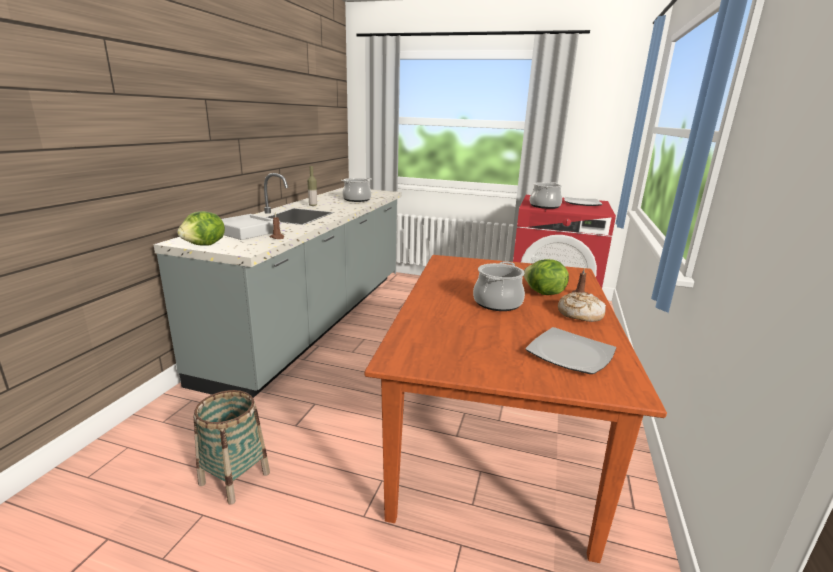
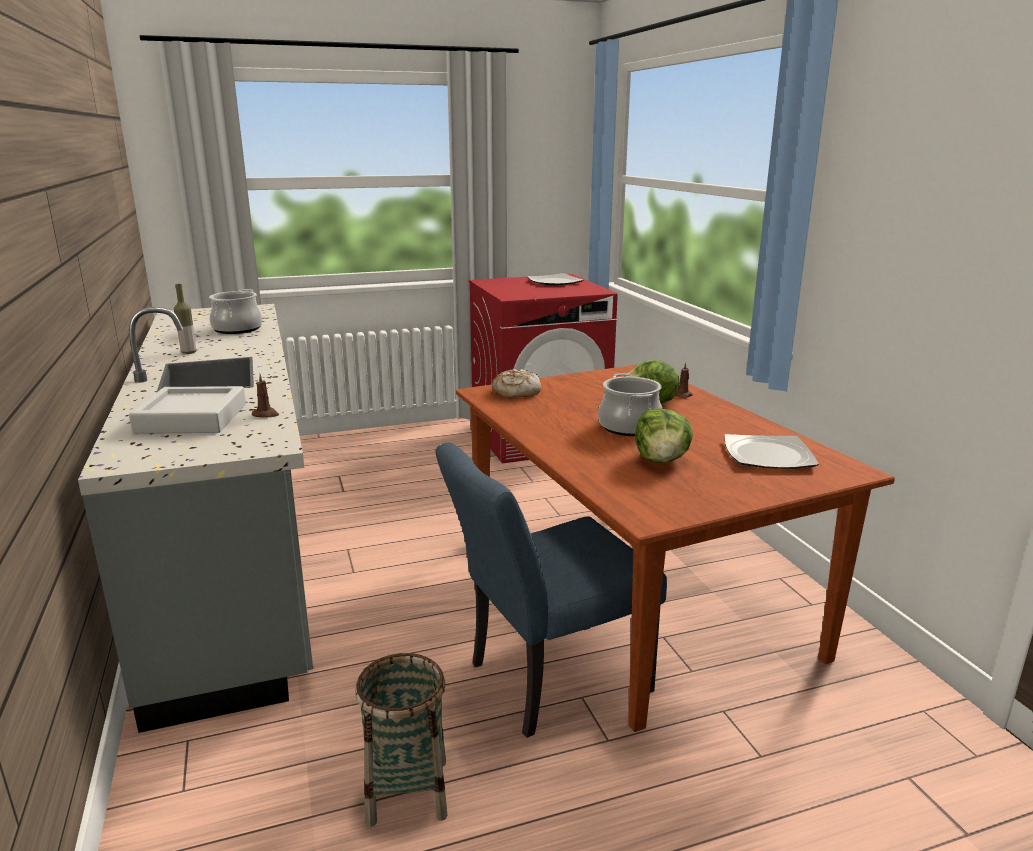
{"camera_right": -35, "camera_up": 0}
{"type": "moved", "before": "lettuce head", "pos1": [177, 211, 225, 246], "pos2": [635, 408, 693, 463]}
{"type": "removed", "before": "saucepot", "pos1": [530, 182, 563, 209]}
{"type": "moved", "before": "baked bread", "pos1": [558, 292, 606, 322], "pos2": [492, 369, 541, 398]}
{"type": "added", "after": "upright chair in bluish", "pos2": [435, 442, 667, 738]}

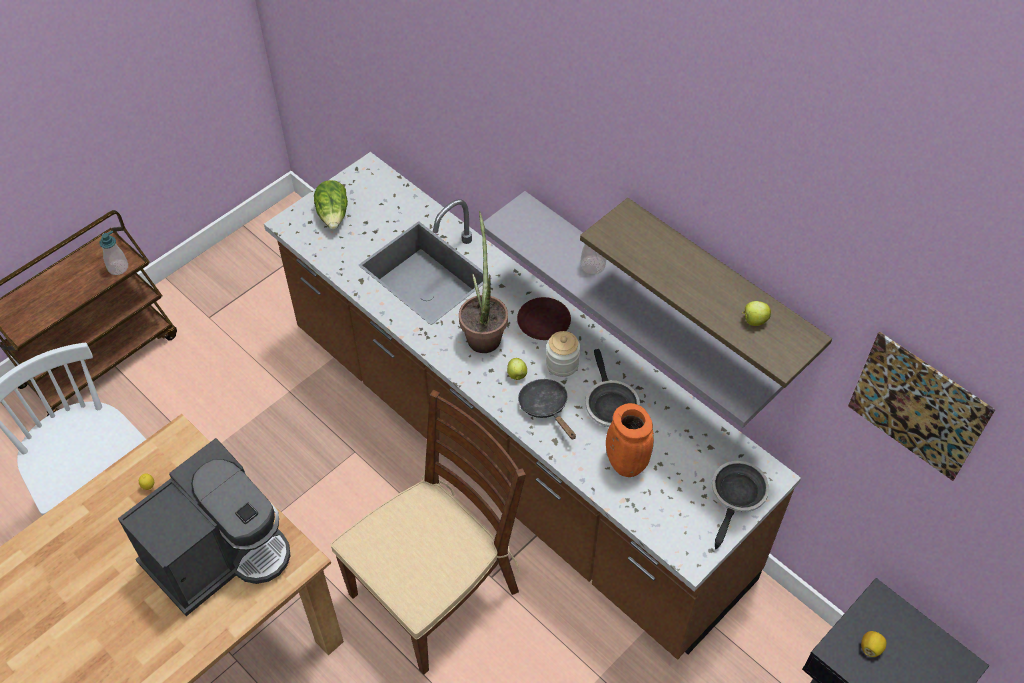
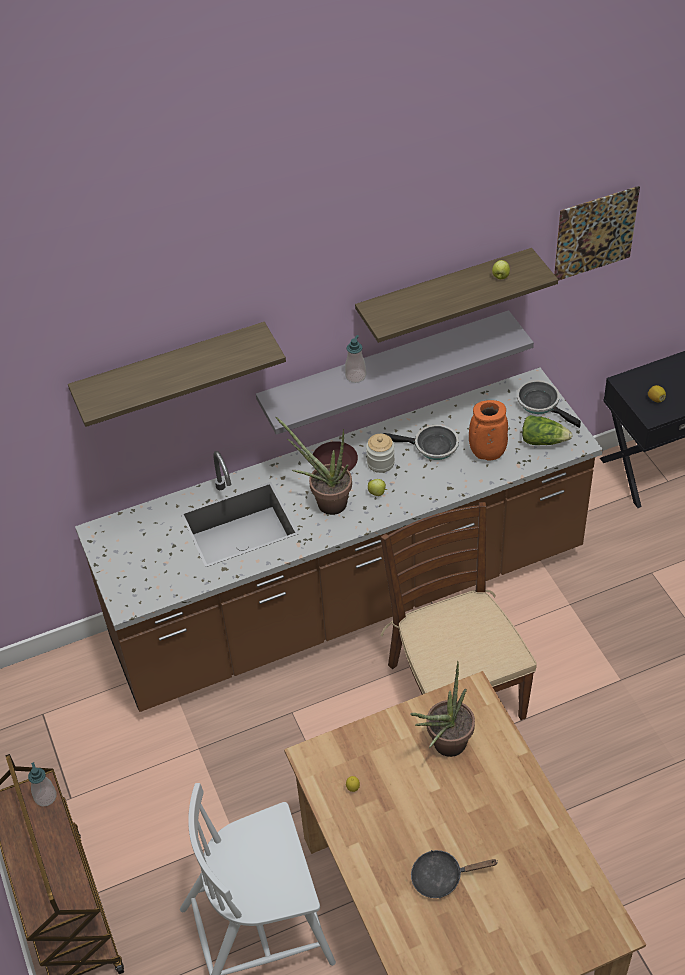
{"camera_right": -65, "camera_up": -5}
{"type": "replaced", "before": "coffee machine", "after": "plant in a pot", "pos1": [118, 438, 291, 616], "pos2": [410, 660, 475, 757]}
{"type": "moved", "before": "lettuce head", "pos1": [314, 180, 348, 229], "pos2": [522, 415, 573, 445]}
{"type": "moved", "before": "pan in black", "pos1": [518, 379, 576, 440], "pos2": [411, 850, 497, 898]}
{"type": "added", "after": "shelf", "pos2": [68, 322, 286, 427]}

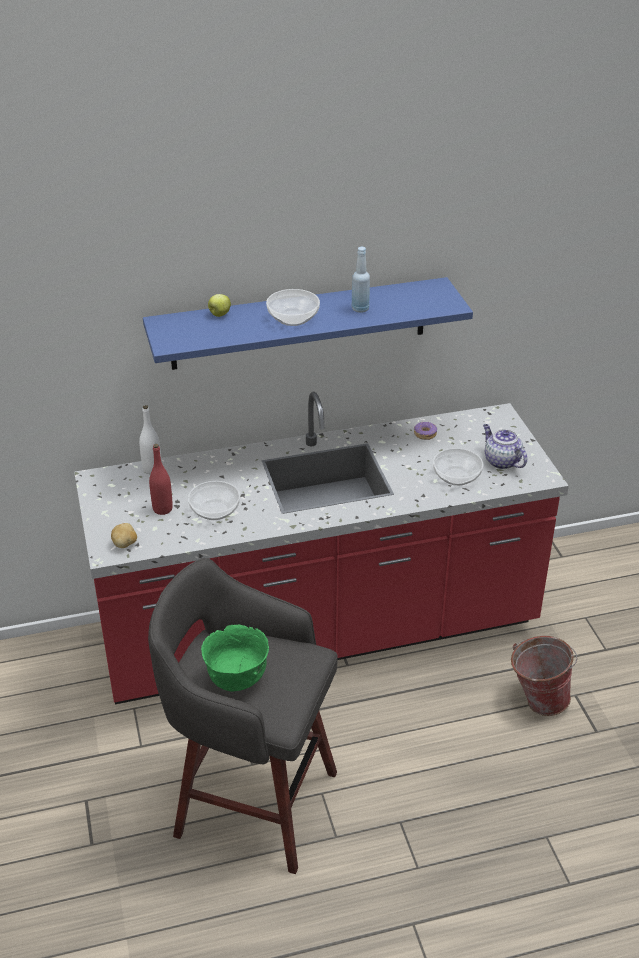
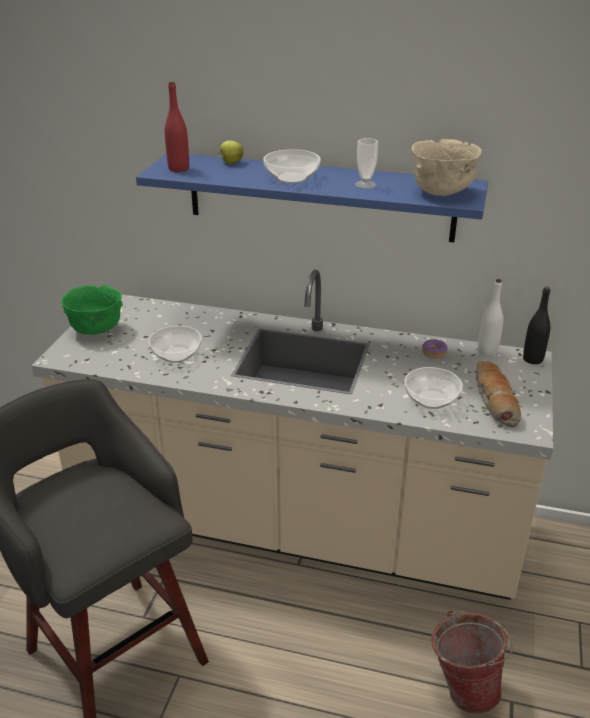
{"camera_right": 30, "camera_up": -5}
{"type": "recoloured", "before": "kitchen base unit in red-coloured", "after": "kitchen base unit in beige-coloured", "pos1": [74, 391, 569, 704], "pos2": [31, 270, 553, 600]}
{"type": "removed", "before": "potato", "pos1": [111, 523, 137, 548]}
{"type": "moved", "before": "beverage bottle in whitish", "pos1": [139, 405, 162, 474], "pos2": [478, 279, 503, 356]}
{"type": "moved", "before": "beverage bottle in red-coloured", "pos1": [149, 444, 173, 515], "pos2": [165, 82, 189, 172]}
{"type": "moved", "before": "serving bowl in greenish", "pos1": [201, 625, 269, 692], "pos2": [61, 285, 123, 335]}
{"type": "replaced", "before": "beverage bottle in bluish", "after": "cup", "pos1": [351, 247, 370, 313], "pos2": [355, 138, 378, 189]}
{"type": "replaced", "before": "teapot", "after": "baked bread", "pos1": [483, 424, 527, 469], "pos2": [476, 361, 521, 427]}
{"type": "added", "after": "serving bowl in beige-coloured", "pos2": [412, 139, 482, 196]}
{"type": "added", "after": "beverage bottle in black", "pos2": [523, 286, 550, 364]}

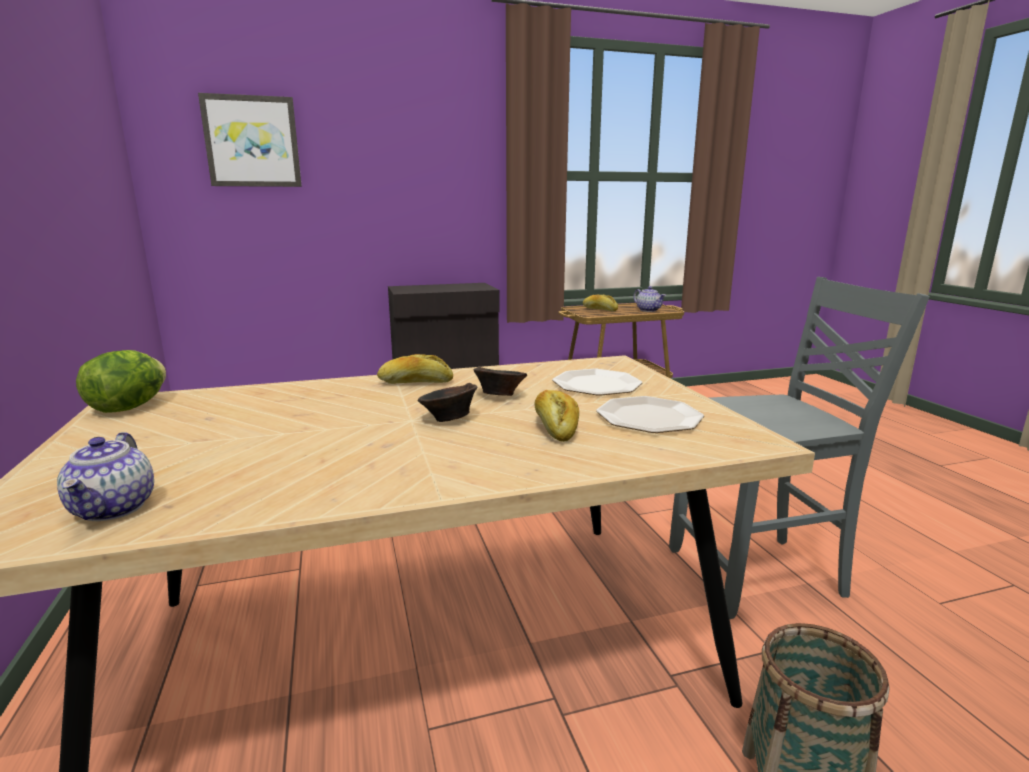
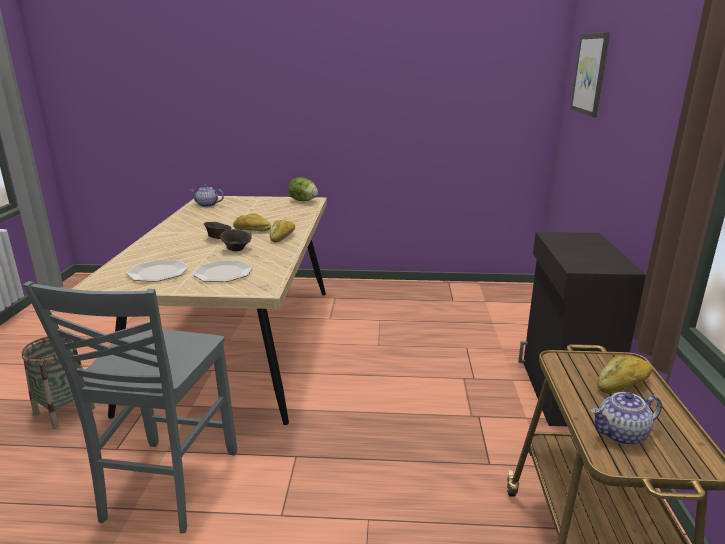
{"camera_right": 110, "camera_up": 5}
{"type": "moved", "before": "baked bread", "pos1": [535, 390, 579, 442], "pos2": [233, 213, 271, 231]}

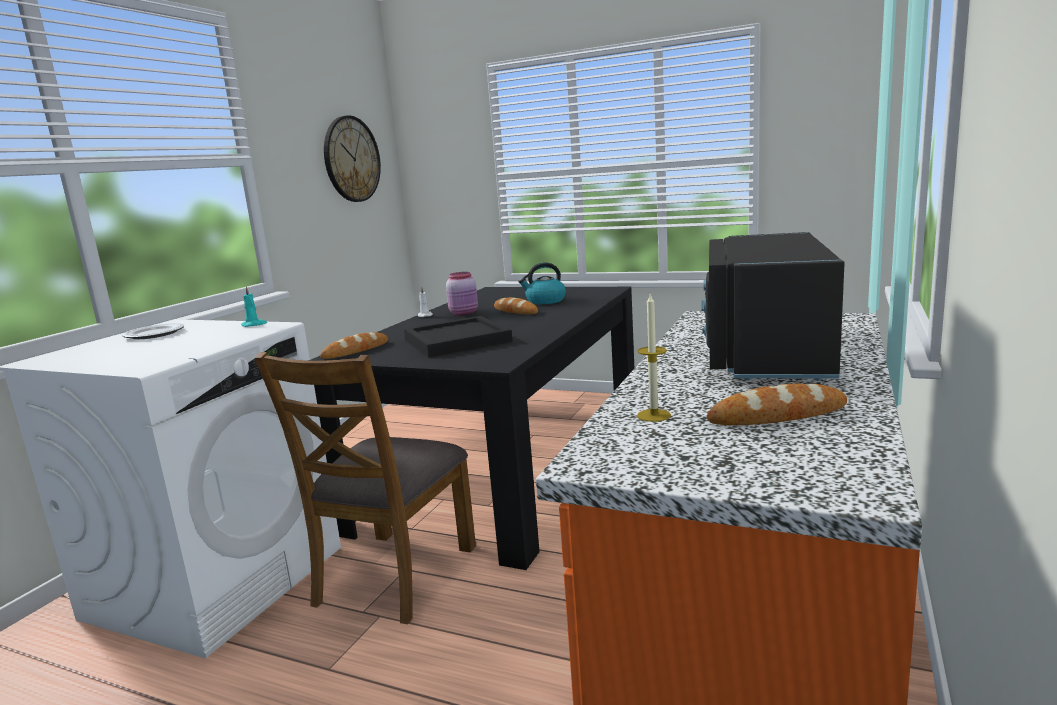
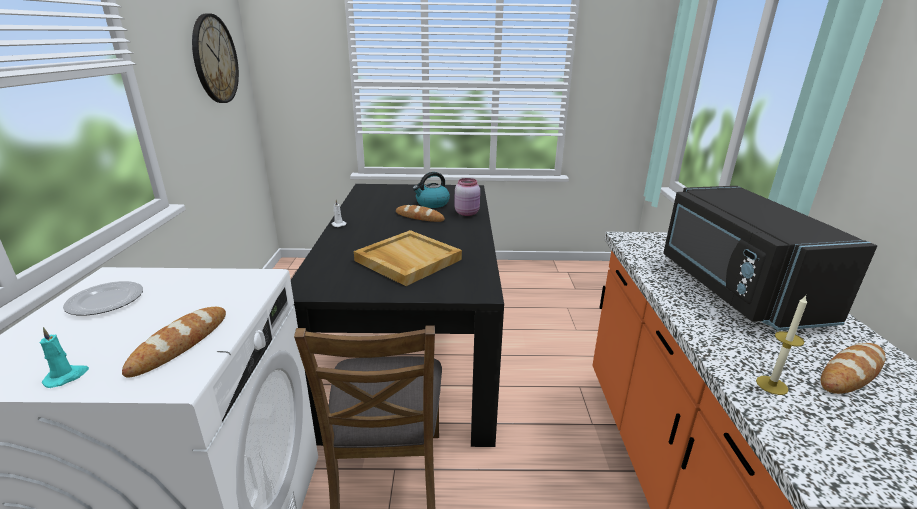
{"camera_right": -25, "camera_up": 10}
{"type": "moved", "before": "wax candle in blue-green", "pos1": [241, 286, 267, 327], "pos2": [40, 327, 89, 388]}
{"type": "moved", "before": "baked bread", "pos1": [320, 332, 388, 359], "pos2": [122, 307, 226, 377]}
{"type": "recoloured", "before": "tray in black", "after": "tray in beige-coloured", "pos1": [404, 316, 513, 357], "pos2": [354, 230, 462, 286]}
{"type": "moved", "before": "jar in pink-coloured", "pos1": [446, 272, 478, 315], "pos2": [455, 178, 480, 216]}

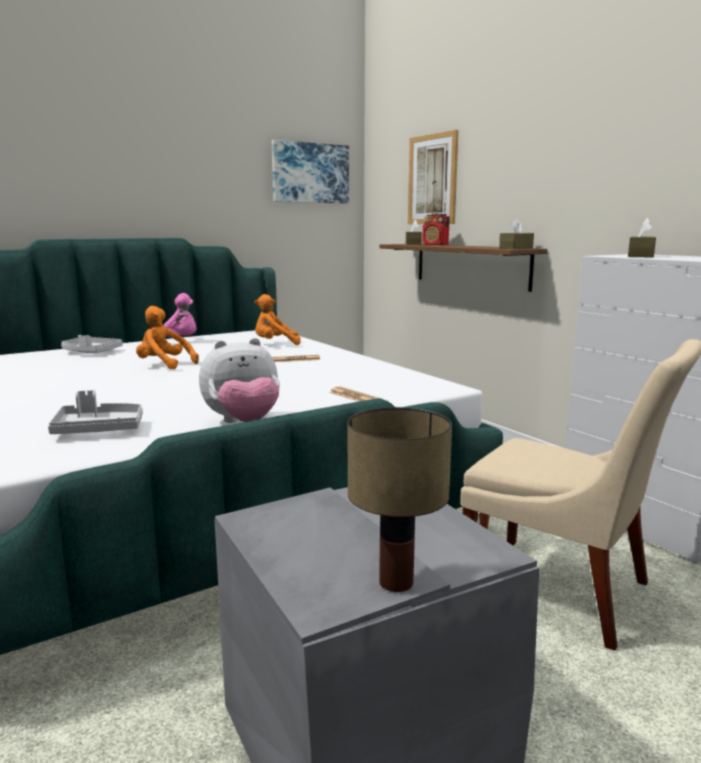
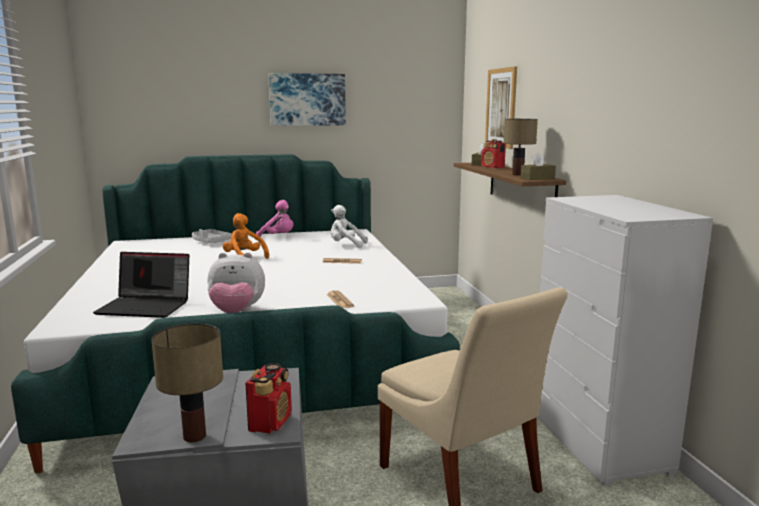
{"camera_right": 20, "camera_up": 0}
{"type": "replaced", "before": "tray in greyish", "after": "laptop", "pos1": [48, 390, 143, 434], "pos2": [93, 252, 189, 318]}
{"type": "recoloured", "before": "plush toy in orange", "after": "plush toy in whitish", "pos1": [254, 294, 301, 345], "pos2": [330, 205, 368, 248]}
{"type": "moved", "before": "wall art", "pos1": [272, 140, 349, 204], "pos2": [268, 73, 346, 126]}
{"type": "removed", "before": "tissue box in brown", "pos1": [628, 218, 656, 258]}
{"type": "added", "after": "radio set", "pos2": [245, 363, 292, 433]}
{"type": "added", "after": "table lamp", "pos2": [504, 119, 538, 176]}

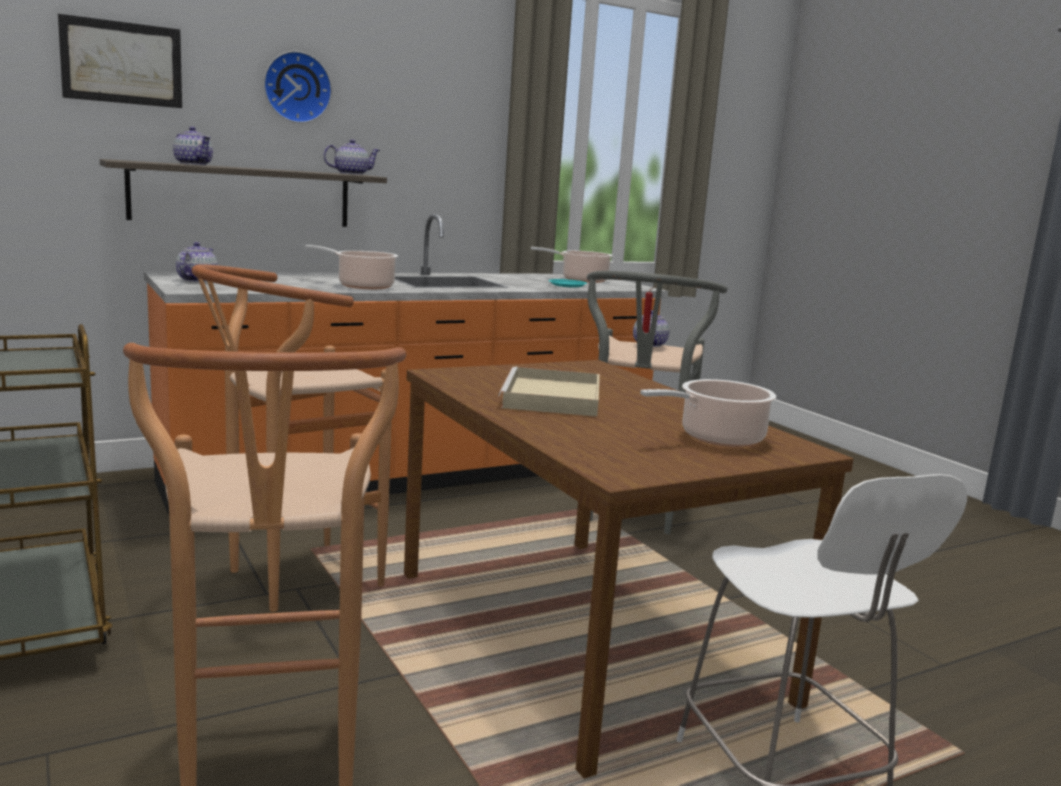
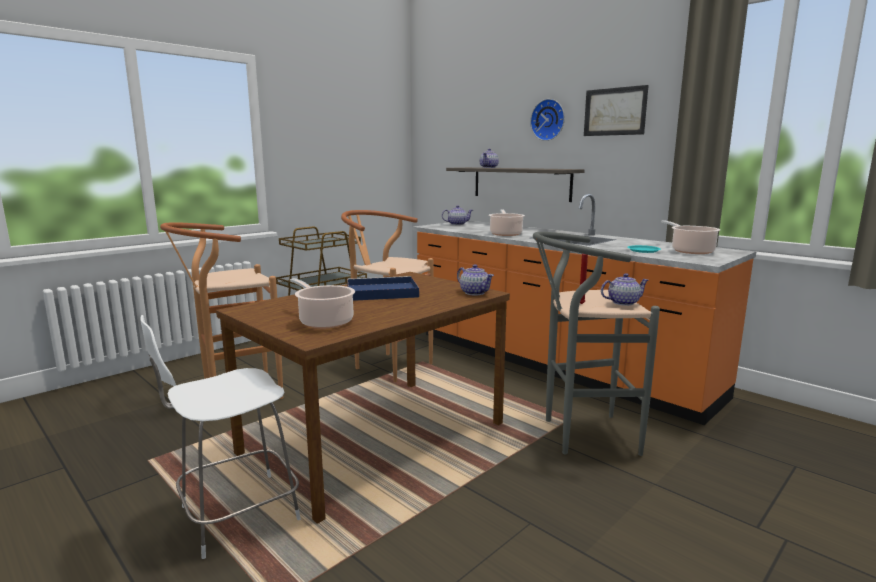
{"camera_right": 75, "camera_up": 0}
{"type": "moved", "before": "wall art", "pos1": [58, 14, 182, 108], "pos2": [584, 85, 649, 136]}
{"type": "moved", "before": "teapot", "pos1": [323, 139, 380, 175], "pos2": [457, 264, 494, 295]}
{"type": "recoloured", "before": "tray in beige-coloured", "after": "tray in bluish", "pos1": [498, 367, 600, 416], "pos2": [347, 276, 419, 301]}

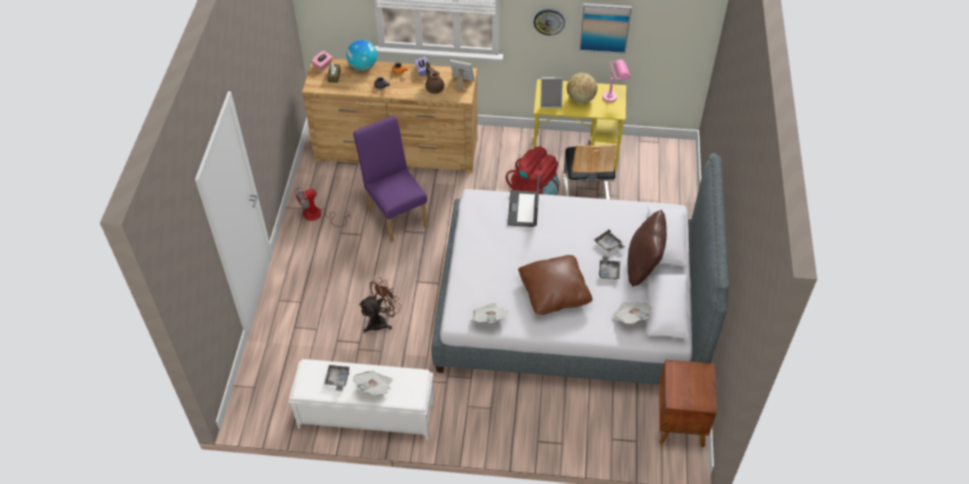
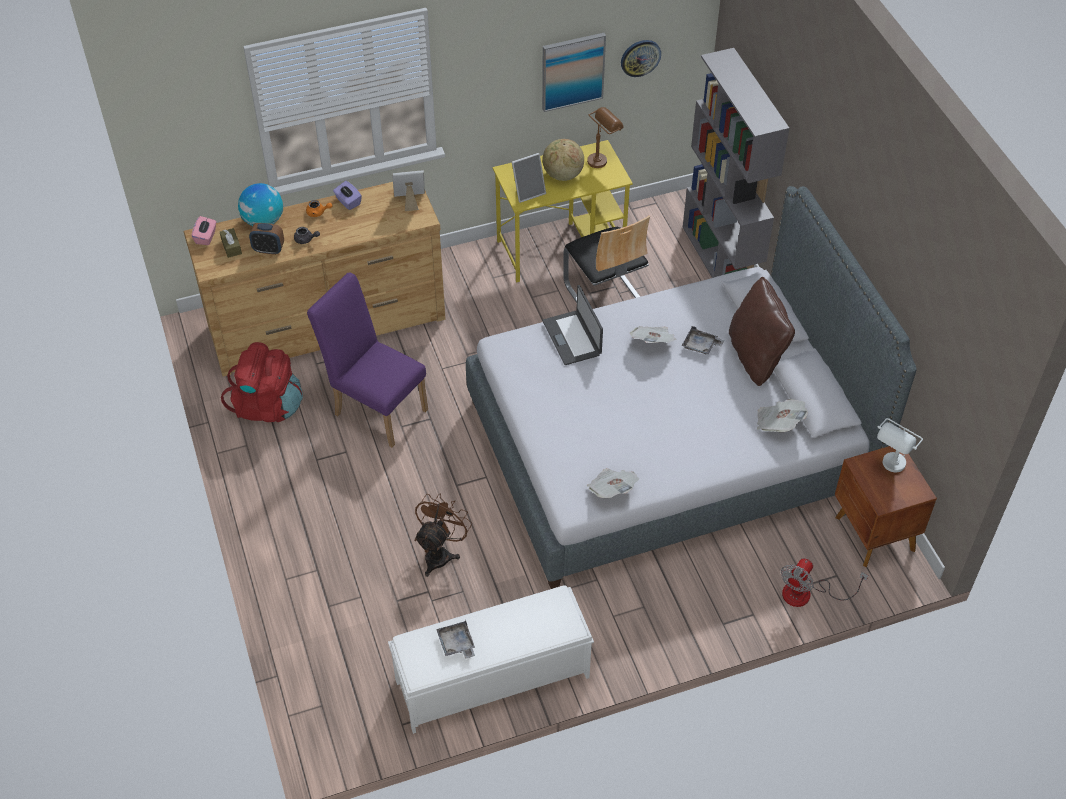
{"camera_right": -25, "camera_up": 0}
{"type": "moved", "before": "cooling fan", "pos1": [295, 187, 350, 227], "pos2": [781, 558, 868, 607]}
{"type": "moved", "before": "daily paper", "pos1": [353, 370, 393, 395], "pos2": [630, 326, 676, 343]}
{"type": "removed", "before": "teapot in brown", "pos1": [425, 61, 444, 94]}
{"type": "moved", "before": "backpack in red-coloured", "pos1": [506, 146, 560, 195], "pos2": [221, 342, 303, 422]}
{"type": "removed", "before": "pillow in brown", "pos1": [518, 255, 593, 315]}
{"type": "moved", "before": "hanging clock", "pos1": [534, 9, 565, 35], "pos2": [621, 40, 661, 77]}
{"type": "removed", "before": "tray in greyish", "pos1": [599, 255, 620, 279]}
{"type": "recoloured", "before": "table lamp in pink-coloured", "after": "table lamp in brown", "pos1": [603, 60, 630, 102], "pos2": [587, 107, 623, 168]}
{"type": "added", "after": "table clock", "pos2": [249, 223, 284, 255]}
{"type": "added", "after": "shelving unit in greyish", "pos2": [683, 48, 789, 278]}
{"type": "added", "after": "table lamp in whitish", "pos2": [877, 418, 923, 472]}

